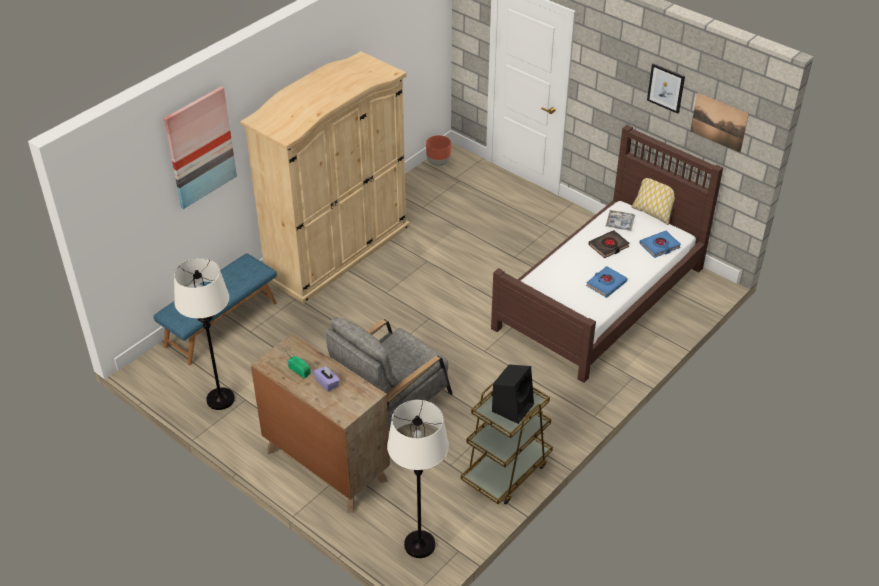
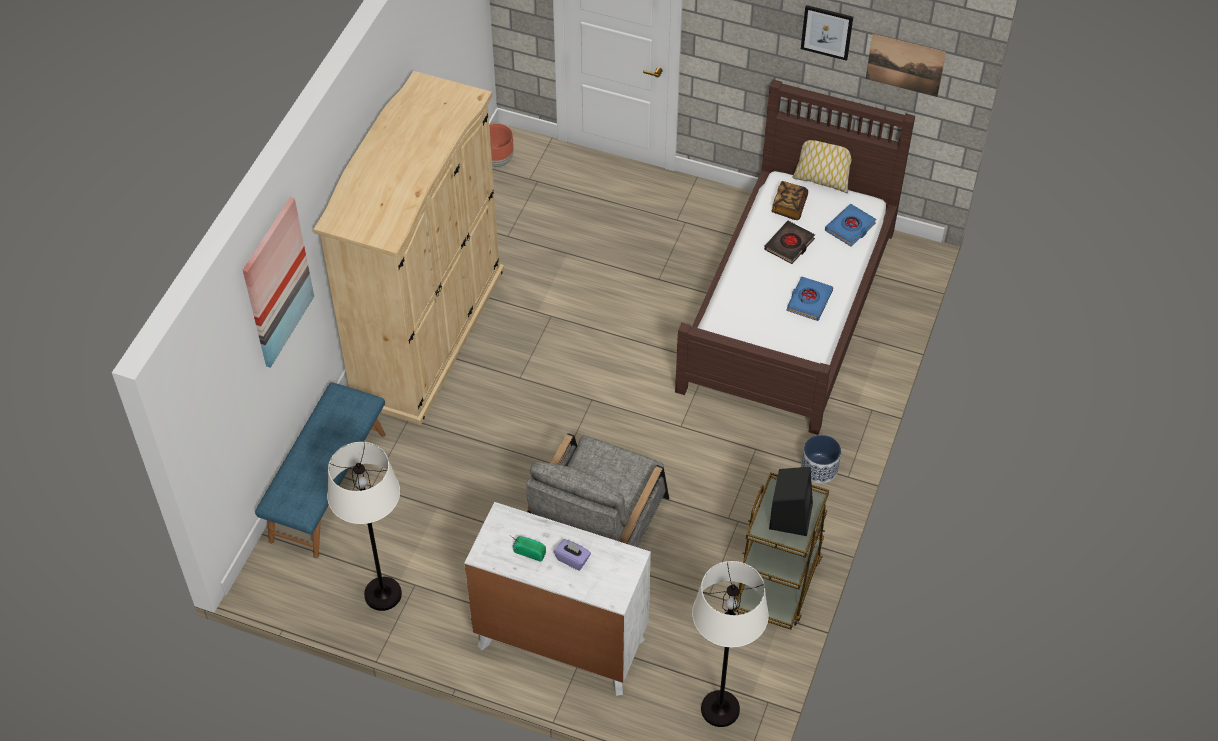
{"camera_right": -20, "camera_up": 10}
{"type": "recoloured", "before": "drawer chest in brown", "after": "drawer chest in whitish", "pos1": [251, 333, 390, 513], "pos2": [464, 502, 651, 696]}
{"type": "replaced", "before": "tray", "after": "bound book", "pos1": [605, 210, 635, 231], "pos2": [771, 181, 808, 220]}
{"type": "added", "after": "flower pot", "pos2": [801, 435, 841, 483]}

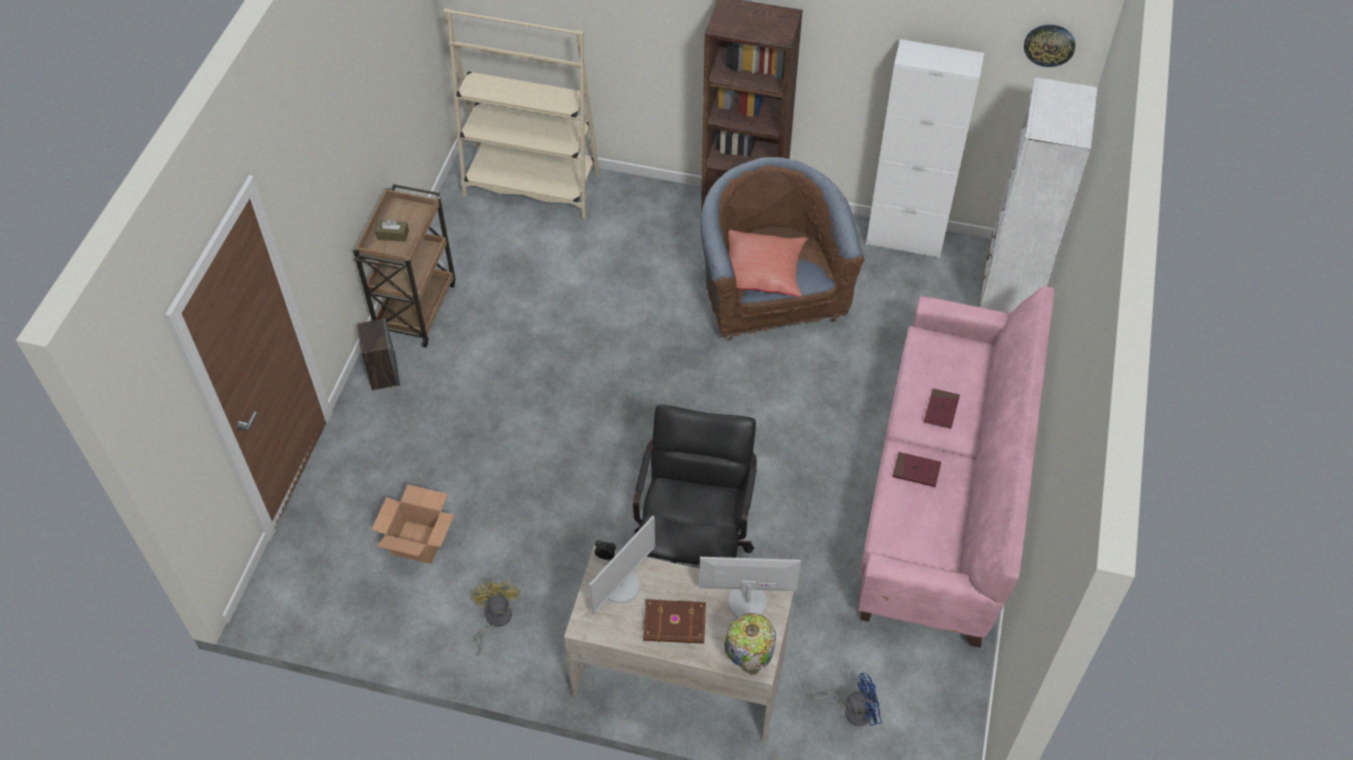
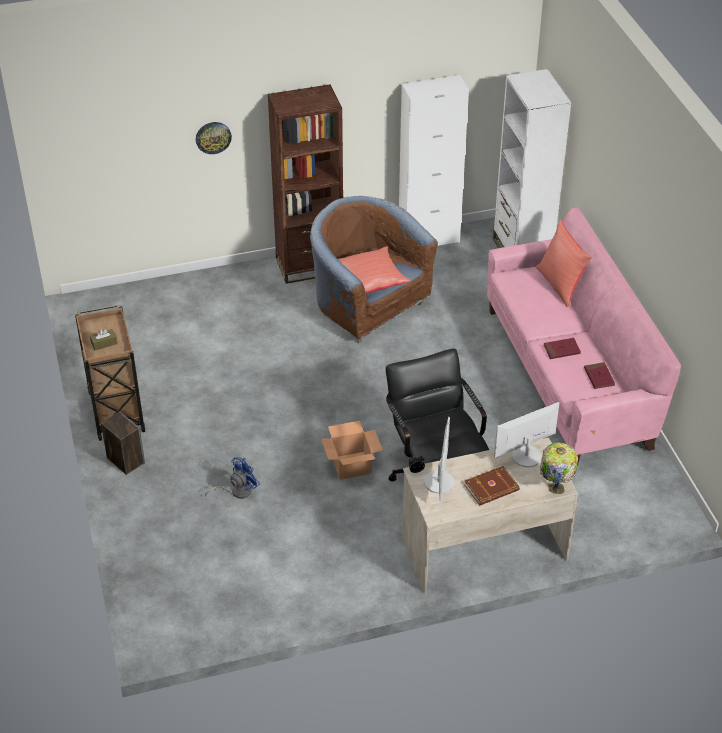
{"camera_right": -30, "camera_up": -10}
{"type": "moved", "before": "packing box", "pos1": [372, 485, 454, 564], "pos2": [321, 421, 383, 480]}
{"type": "removed", "before": "shelving unit in beige-coloured", "pos1": [444, 8, 599, 219]}
{"type": "removed", "before": "cooling fan in yellow-coloured", "pos1": [471, 579, 520, 656]}
{"type": "moved", "before": "cooling fan in bluish", "pos1": [809, 673, 882, 726], "pos2": [205, 457, 260, 499]}
{"type": "moved", "before": "bound book in red-coloured", "pos1": [924, 389, 960, 429], "pos2": [584, 362, 615, 389]}
{"type": "moved", "before": "hanging clock", "pos1": [1024, 25, 1075, 67], "pos2": [196, 122, 232, 154]}
{"type": "added", "after": "pillow in red-coloured", "pos2": [536, 220, 592, 307]}

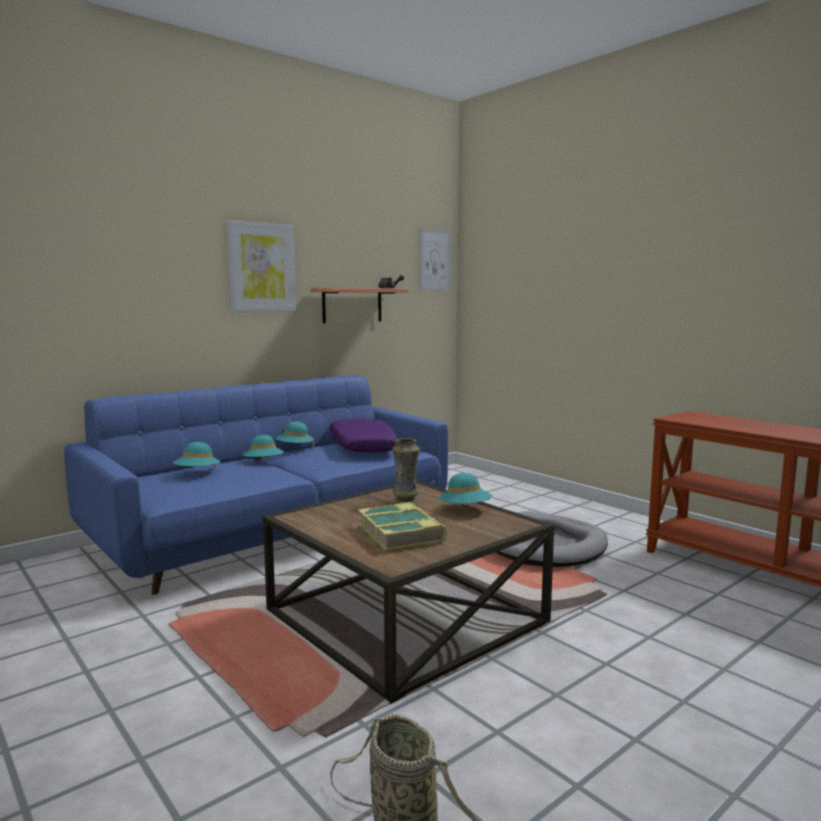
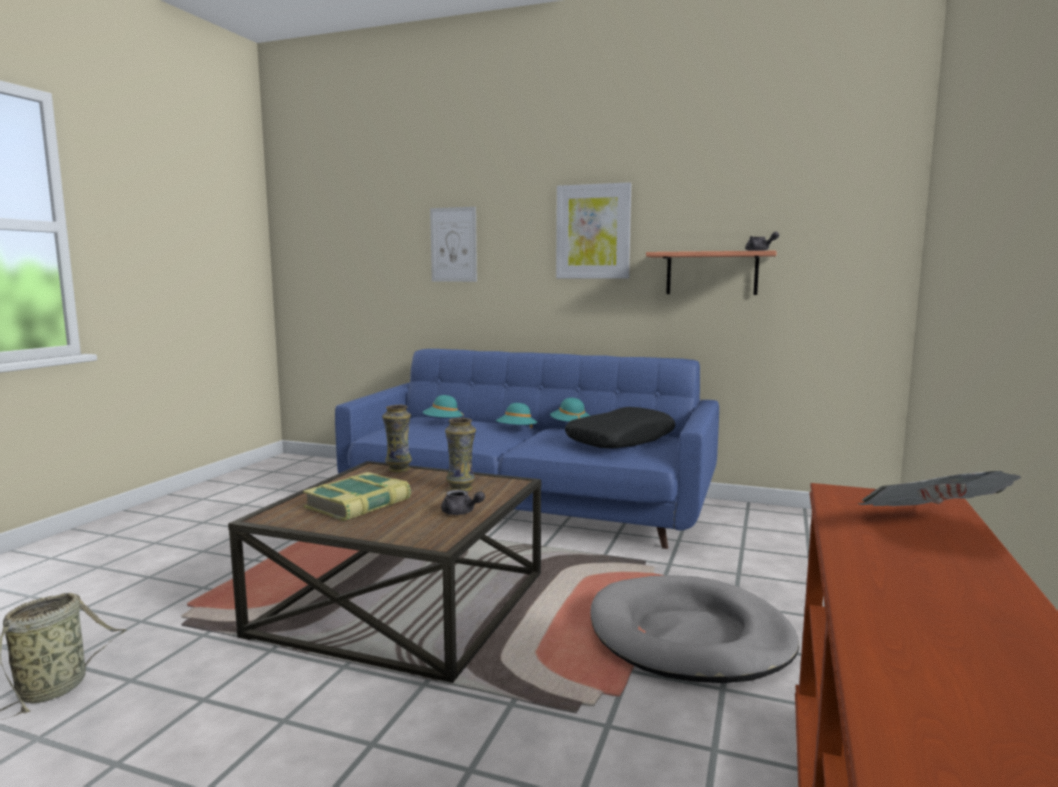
{"camera_right": 60, "camera_up": 0}
{"type": "recoloured", "before": "pillow in purple-coloured", "after": "pillow in black", "pos1": [330, 419, 397, 452], "pos2": [565, 407, 675, 448]}
{"type": "moved", "before": "wall art", "pos1": [419, 228, 451, 291], "pos2": [430, 207, 477, 282]}
{"type": "replaced", "before": "clothing hat in blue-green", "after": "teapot in greyish", "pos1": [439, 473, 492, 504], "pos2": [441, 490, 485, 515]}
{"type": "added", "after": "flower vase", "pos2": [382, 405, 412, 472]}
{"type": "added", "after": "daily paper", "pos2": [858, 471, 1021, 506]}

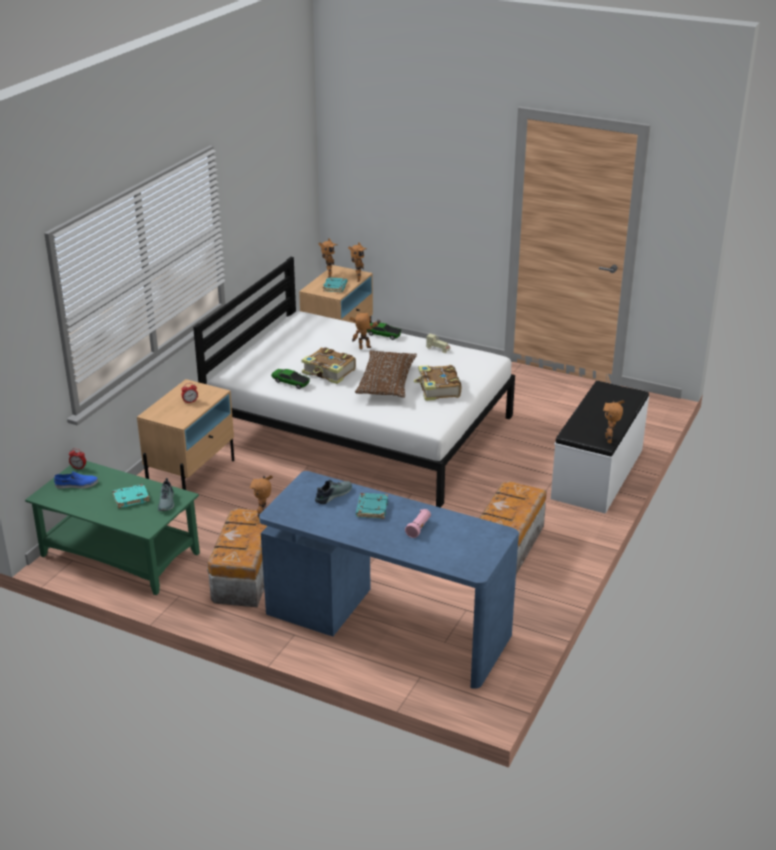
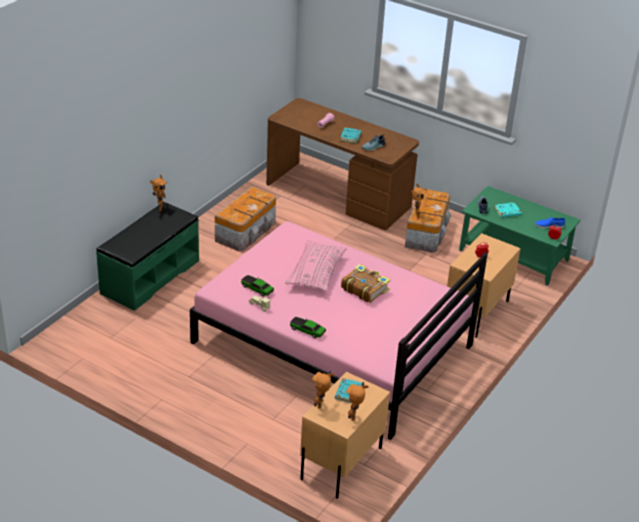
{"camera_right": -175, "camera_up": 5}
{"type": "recoloured", "before": "bedroom bed in whitish", "after": "bedroom bed in pink-coloured", "pos1": [193, 257, 515, 508], "pos2": [190, 221, 488, 440]}
{"type": "recoloured", "before": "desk in bluish", "after": "desk in brown", "pos1": [259, 471, 519, 689], "pos2": [266, 98, 419, 230]}
{"type": "moved", "before": "toy car", "pos1": [271, 369, 310, 389], "pos2": [241, 275, 274, 296]}
{"type": "removed", "before": "model robot", "pos1": [350, 313, 381, 349]}
{"type": "recoloured", "before": "pillow in brown", "after": "pillow in pink-coloured", "pos1": [355, 350, 417, 398], "pos2": [285, 240, 347, 292]}
{"type": "removed", "before": "bound book", "pos1": [414, 365, 461, 401]}
{"type": "recoloured", "before": "bench in whitish", "after": "bench in greenish", "pos1": [551, 381, 649, 514], "pos2": [96, 202, 199, 311]}

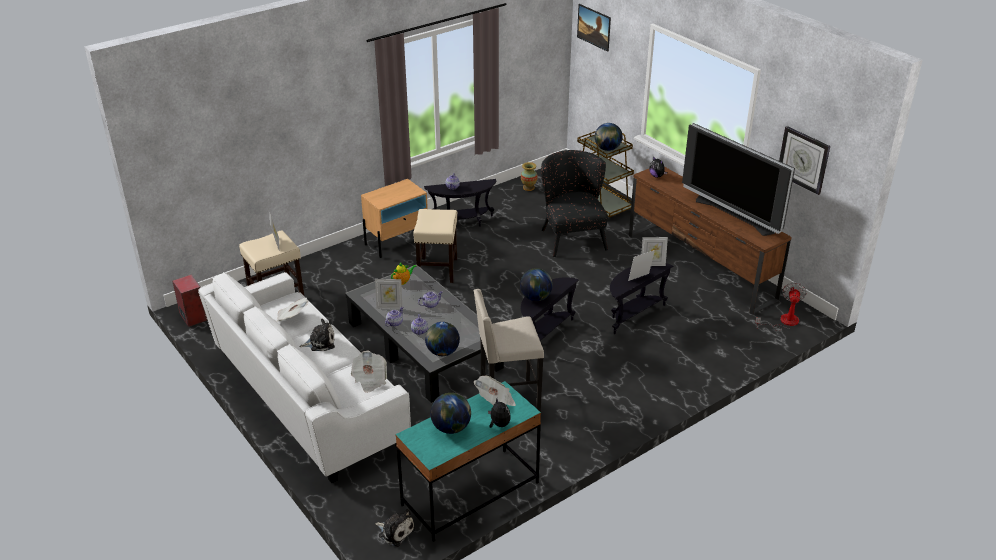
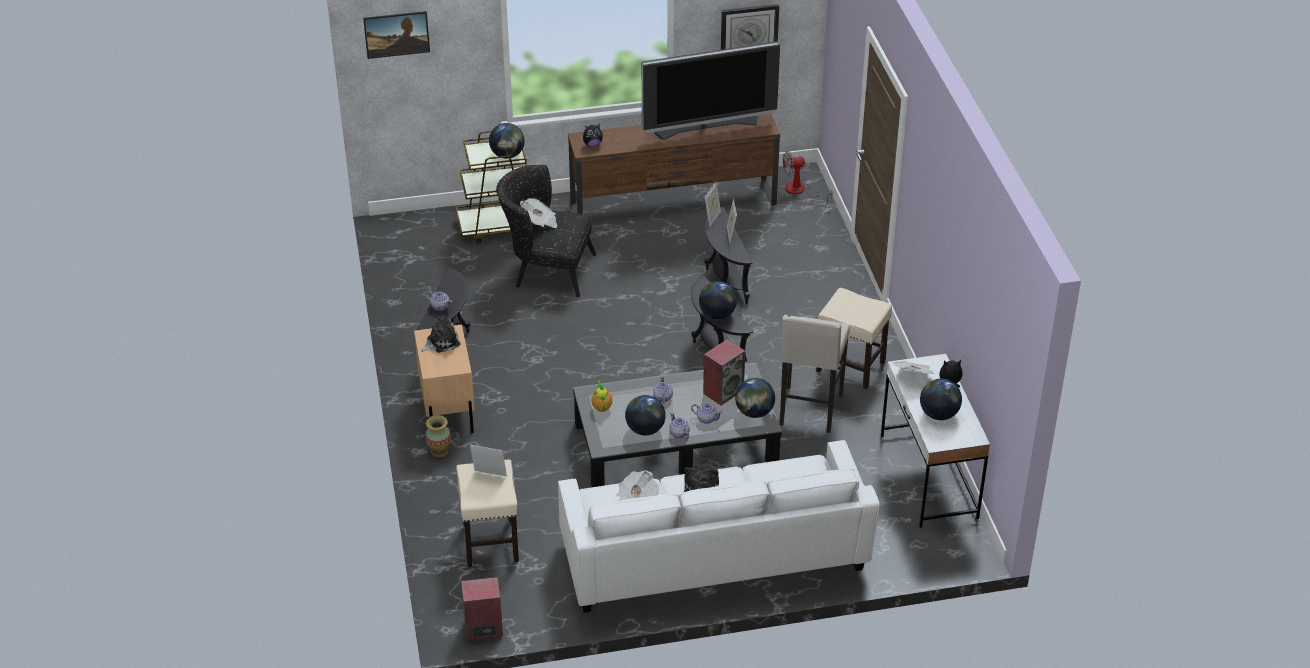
{"camera_right": -65, "camera_up": 5}
{"type": "moved", "before": "daily paper", "pos1": [351, 351, 387, 393], "pos2": [520, 198, 557, 228]}
{"type": "replaced", "before": "standing frame", "after": "world globe", "pos1": [375, 279, 402, 309], "pos2": [625, 395, 666, 435]}
{"type": "moved", "before": "plush toy", "pos1": [375, 509, 415, 547], "pos2": [421, 315, 461, 353]}
{"type": "recoloured", "before": "desk in blue-green", "after": "desk in whitish", "pos1": [395, 381, 541, 542], "pos2": [881, 354, 990, 528]}
{"type": "moved", "before": "sitting stool in beige-coloured", "pos1": [413, 209, 457, 283], "pos2": [816, 288, 892, 389]}
{"type": "moved", "before": "flower vase", "pos1": [521, 162, 538, 191], "pos2": [425, 415, 451, 457]}
{"type": "turned", "before": "cooling fan", "pos1": [755, 282, 806, 331], "pos2": [783, 151, 832, 207], "turn": -45}
{"type": "added", "after": "loudspeaker", "pos2": [703, 339, 745, 405]}

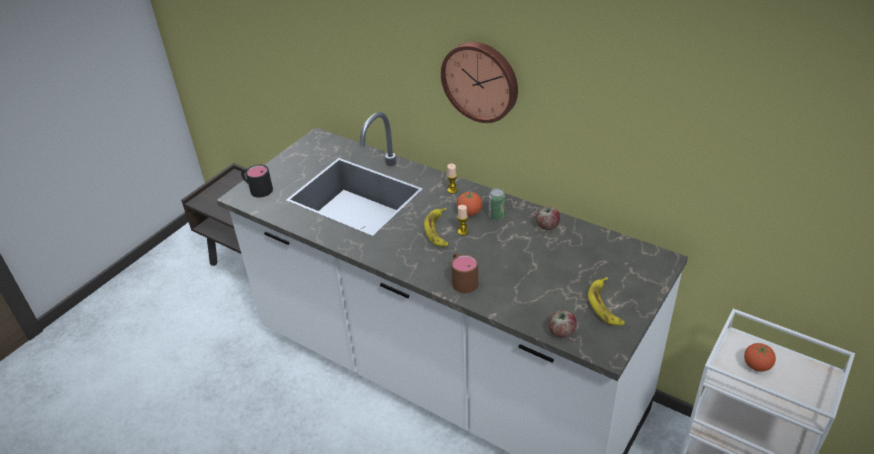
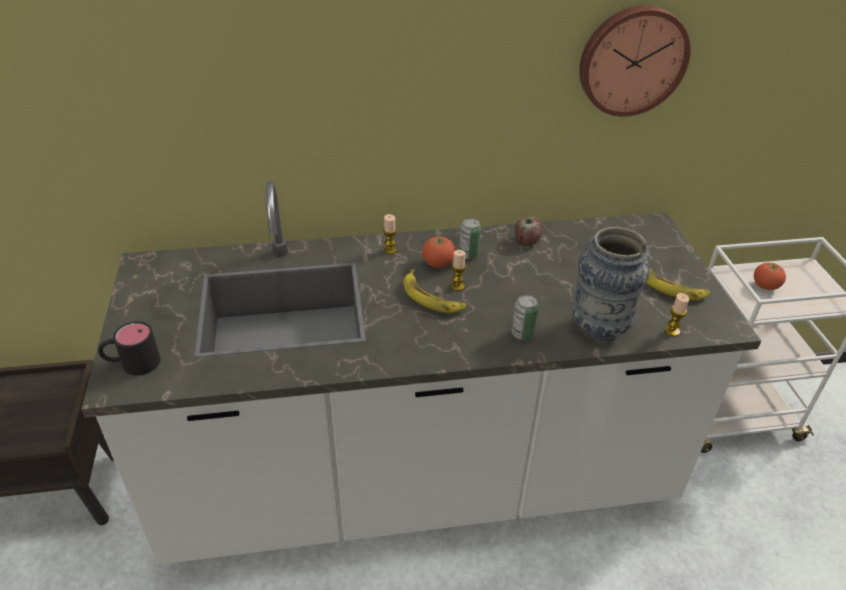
{"camera_right": -45, "camera_up": 0}
{"type": "moved", "before": "hanging clock", "pos1": [441, 42, 518, 123], "pos2": [579, 5, 691, 117]}
{"type": "replaced", "before": "mug in brown", "after": "can", "pos1": [451, 253, 478, 293], "pos2": [511, 295, 539, 340]}
{"type": "replaced", "before": "apple fruit", "after": "wax candle", "pos1": [549, 310, 577, 338], "pos2": [664, 293, 689, 336]}
{"type": "added", "after": "flower vase", "pos2": [572, 227, 650, 343]}

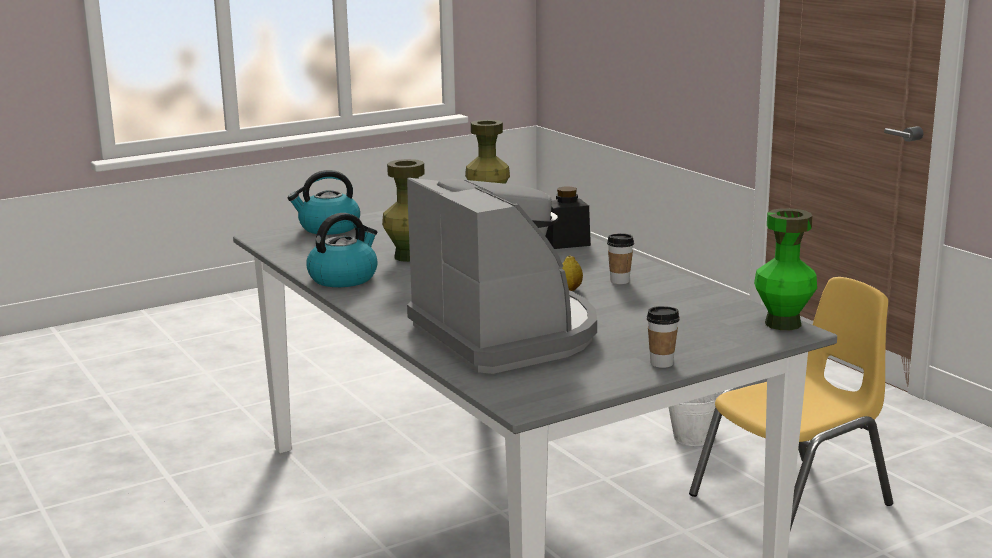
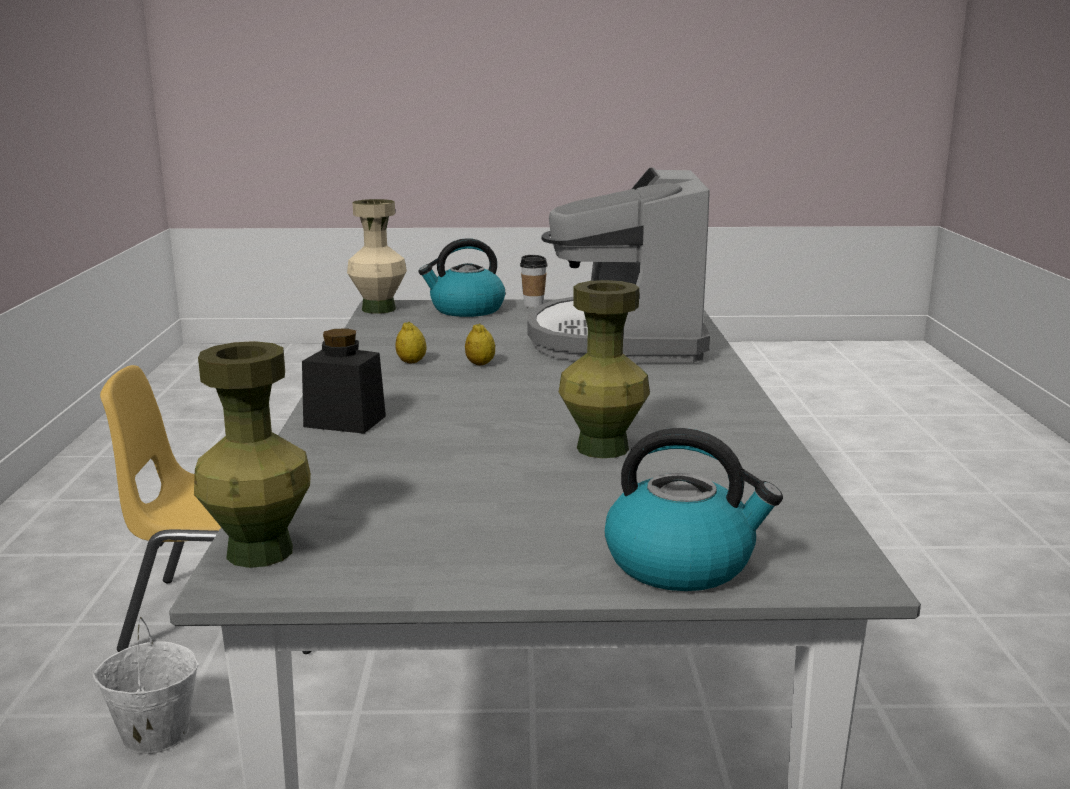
{"camera_right": -150, "camera_up": 0}
{"type": "moved", "before": "kettle", "pos1": [306, 213, 378, 287], "pos2": [418, 238, 505, 317]}
{"type": "replaced", "before": "cup", "after": "citrus fruit", "pos1": [607, 233, 634, 284], "pos2": [395, 321, 427, 363]}
{"type": "recoloured", "before": "flower vase in greenish", "after": "flower vase in beige-coloured", "pos1": [754, 208, 817, 330], "pos2": [347, 199, 407, 314]}

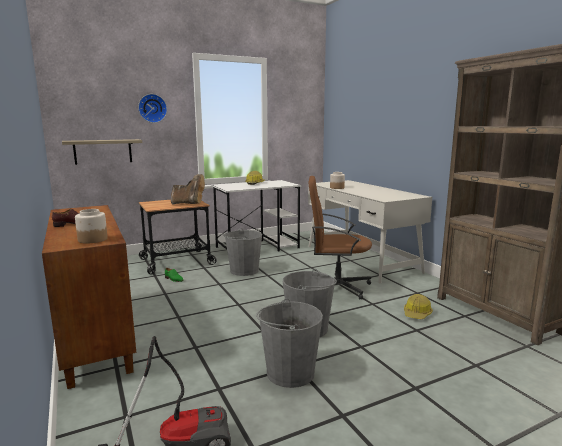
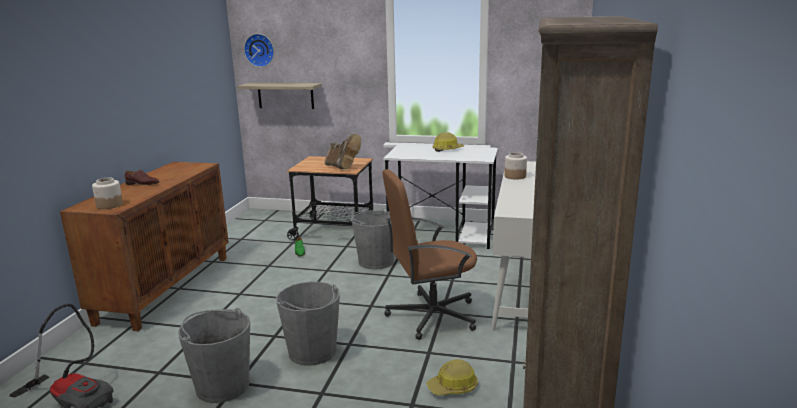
{"camera_right": 40, "camera_up": 5}
{"type": "moved", "before": "hanging clock", "pos1": [138, 94, 167, 123], "pos2": [244, 34, 274, 67]}
{"type": "turned", "before": "desk chair in brown", "pos1": [309, 176, 372, 300], "pos2": [382, 169, 477, 340], "turn": -60}

